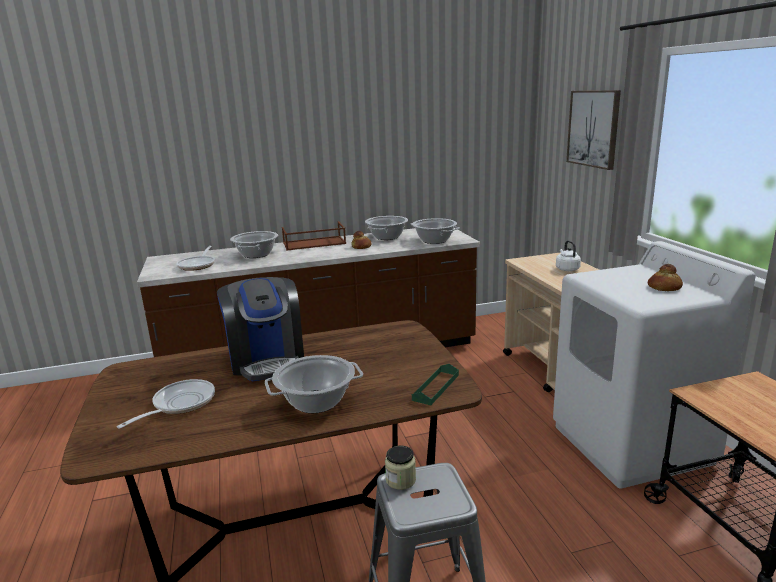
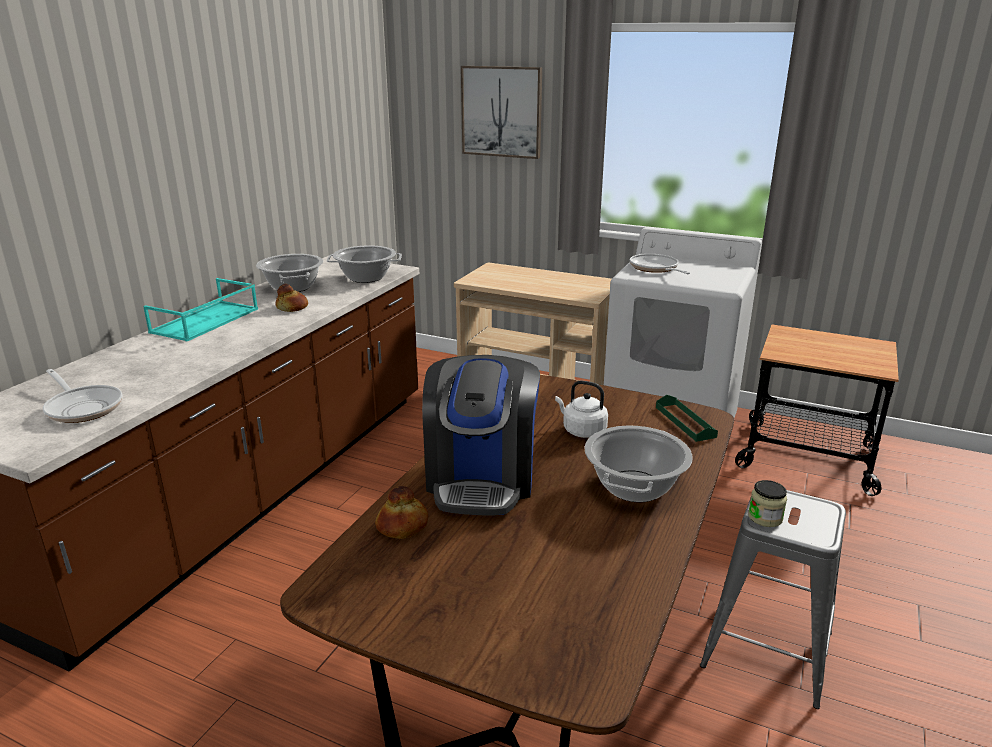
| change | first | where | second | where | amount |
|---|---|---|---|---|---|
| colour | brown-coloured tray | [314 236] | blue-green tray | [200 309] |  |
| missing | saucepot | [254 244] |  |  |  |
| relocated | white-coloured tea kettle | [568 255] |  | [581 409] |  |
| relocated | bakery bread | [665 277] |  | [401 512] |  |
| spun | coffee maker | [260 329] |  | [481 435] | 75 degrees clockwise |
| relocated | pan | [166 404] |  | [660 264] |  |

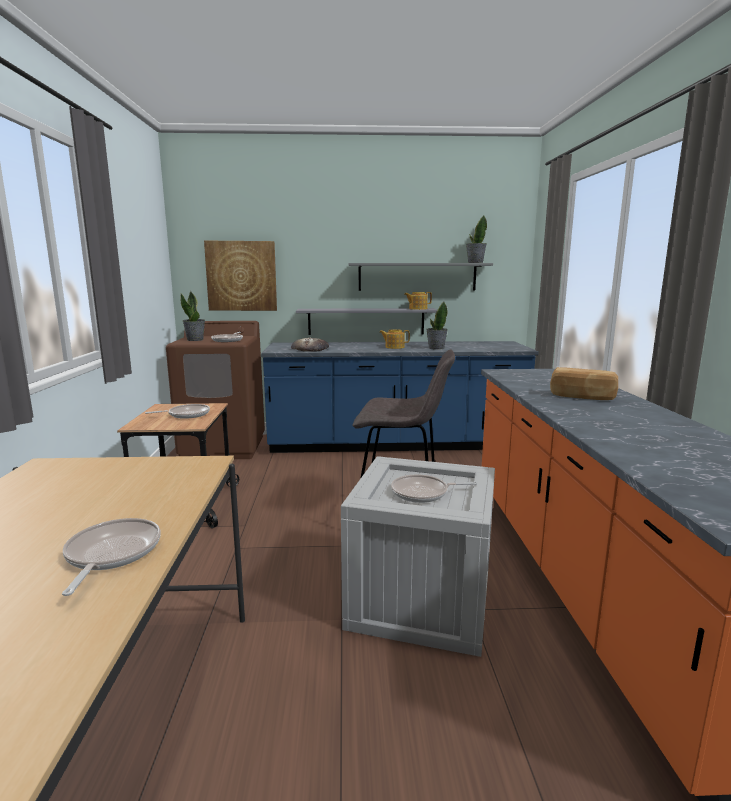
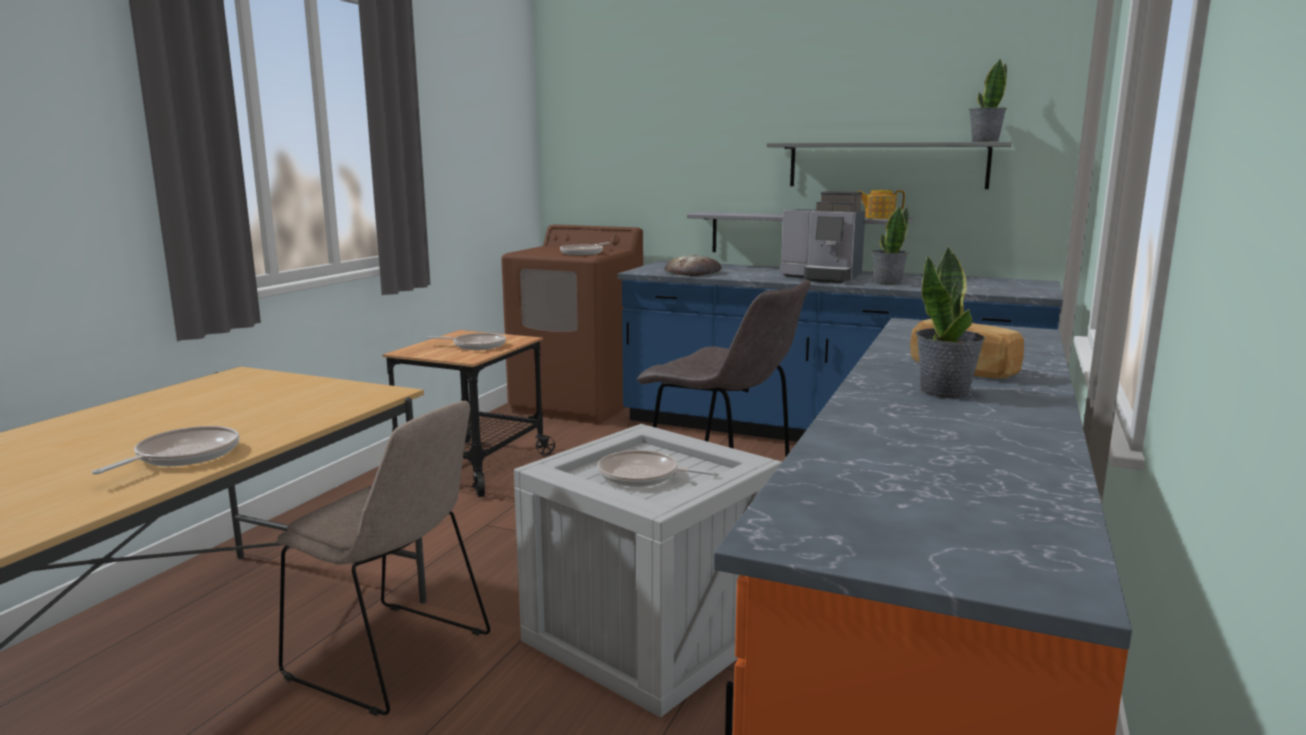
| change | first | where | second | where | amount |
|---|---|---|---|---|---|
| missing | picture | [240 276] |  |  |  |
| relocated | houseplant | [192 316] |  | [950 323] |  |
| exchanged | pot for tea | [394 339] | coffee maker | [823 237] |  |
| appeared |  |  | sand-coloured upright chair | [383 558] |  |

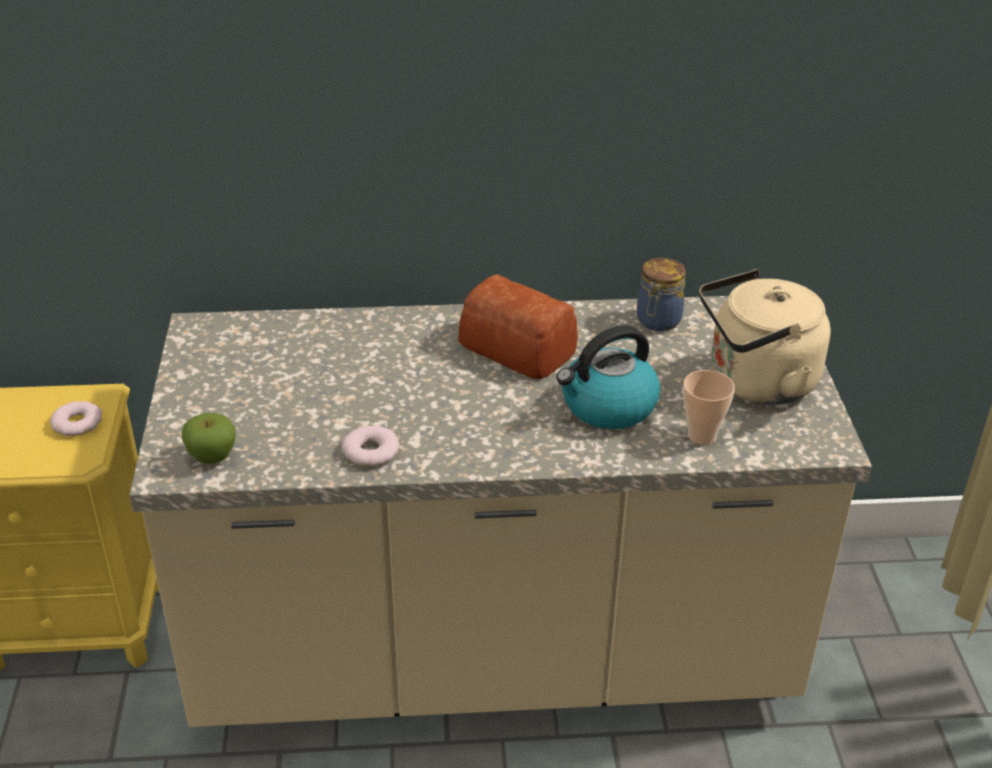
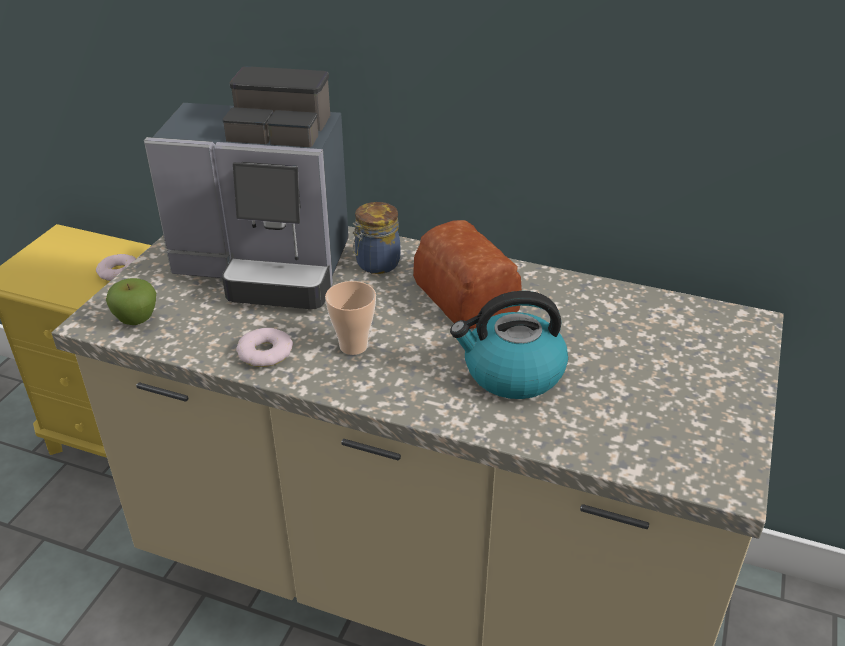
| change | first | where | second | where | amount |
|---|---|---|---|---|---|
| relocated | jar | [661 294] |  | [376 238] |  |
| missing | sand-coloured tea kettle | [765 337] |  |  |  |
| relocated | small cup | [709 407] |  | [350 318] |  |
| appeared |  |  | coffee maker | [246 187] |  |

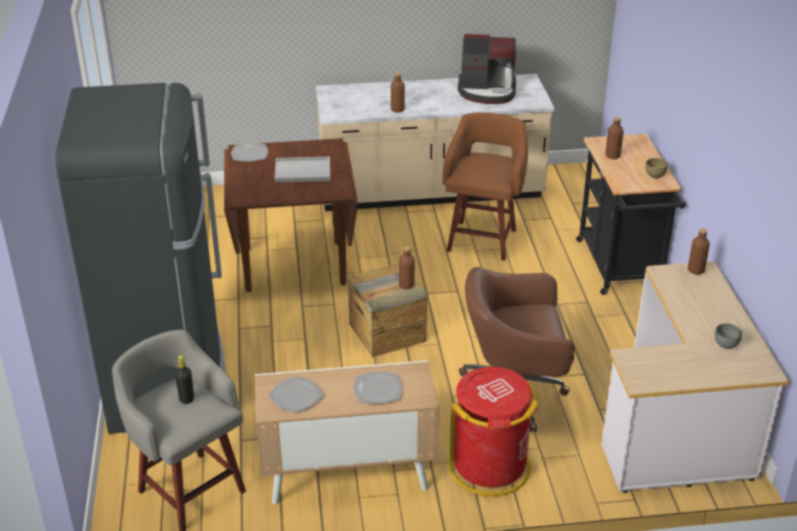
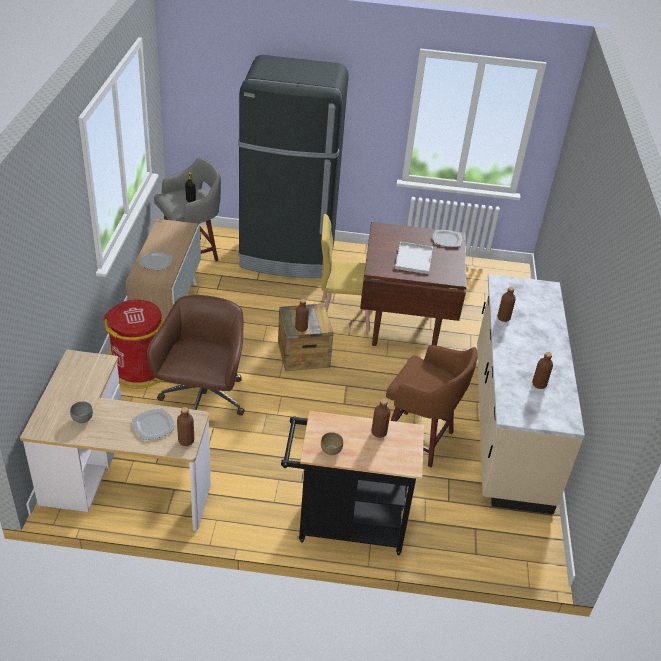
| change | first | where | second | where | amount |
|---|---|---|---|---|---|
| exchanged | coffee maker | [487 69] | brown-coloured beverage bottle | [542 370] |  |
| relocated | flat dish | [296 394] |  | [153 424] |  |
| appeared |  |  | yellow-coloured upright chair | [350 273] |  |

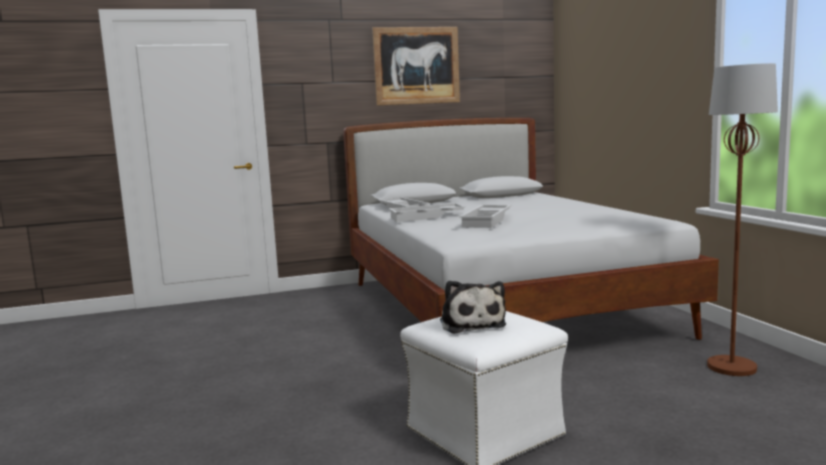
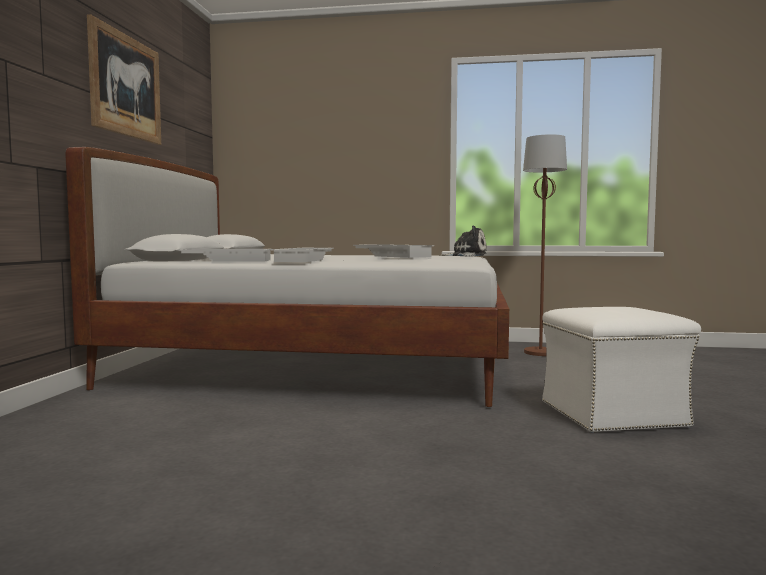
| change | first | where | second | where | amount |
|---|---|---|---|---|---|
| relocated | cuddly toy | [473 307] |  | [463 241] |  |

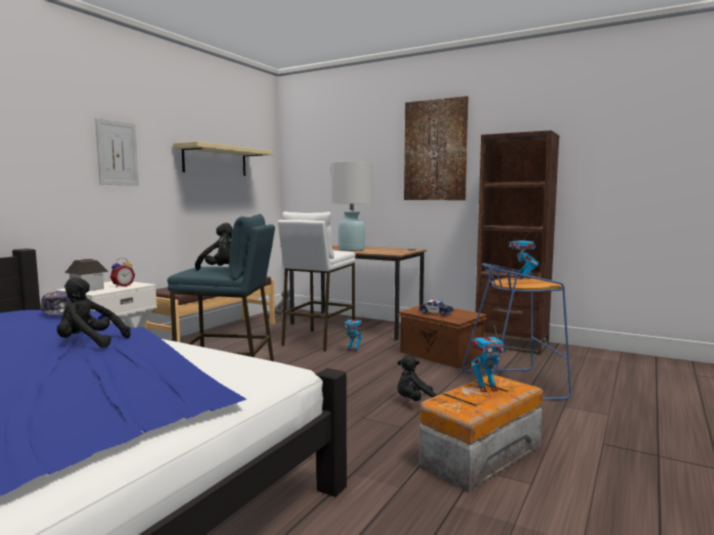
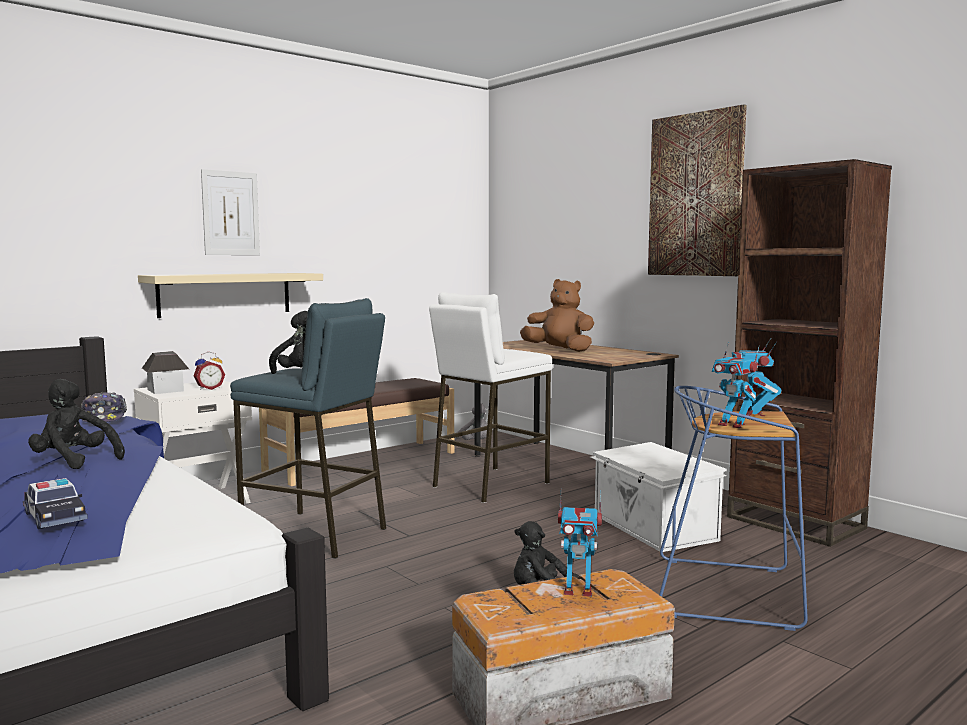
| change | first | where | second | where | amount |
|---|---|---|---|---|---|
| relocated | sand-coloured shelf | [223 158] |  | [230 295] |  |
| exchanged | white-coloured tabletop lamp | [352 206] | brown-coloured cuddly toy | [557 315] |  |
| relocated | miniature car | [436 307] |  | [55 503] |  |
| colour | brown-coloured storage bin | [442 337] | white-coloured storage bin | [658 497] |  |
| relocated | model robot | [353 334] |  | [736 385] |  |

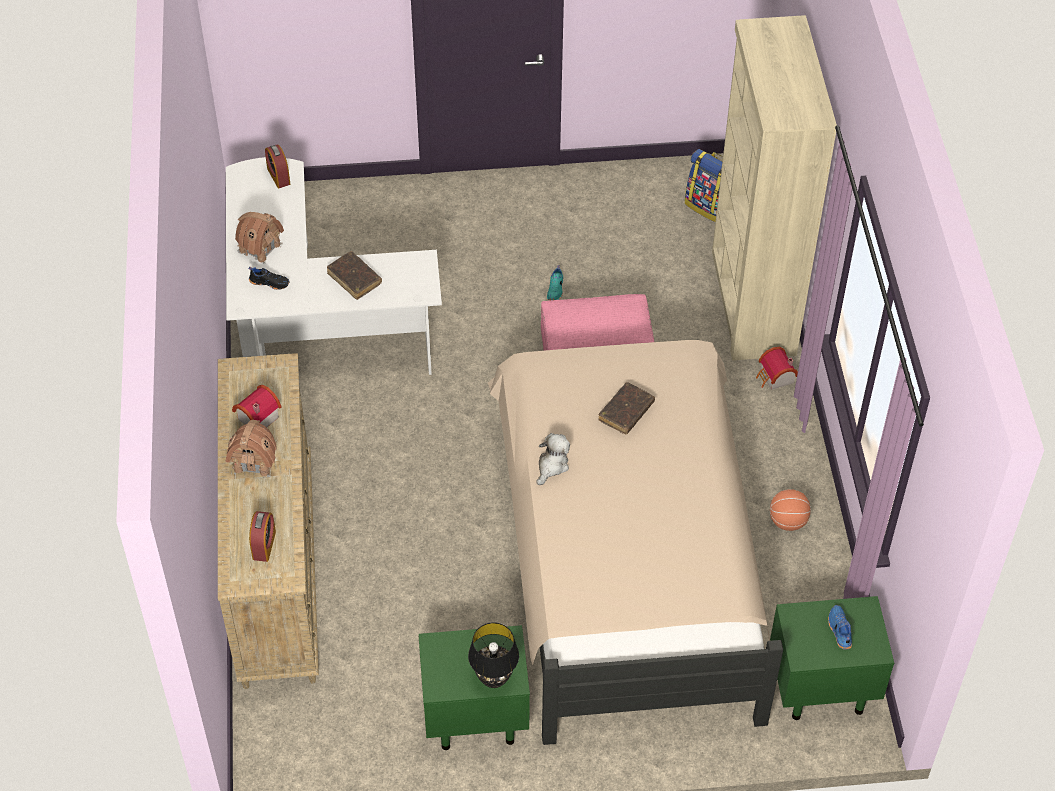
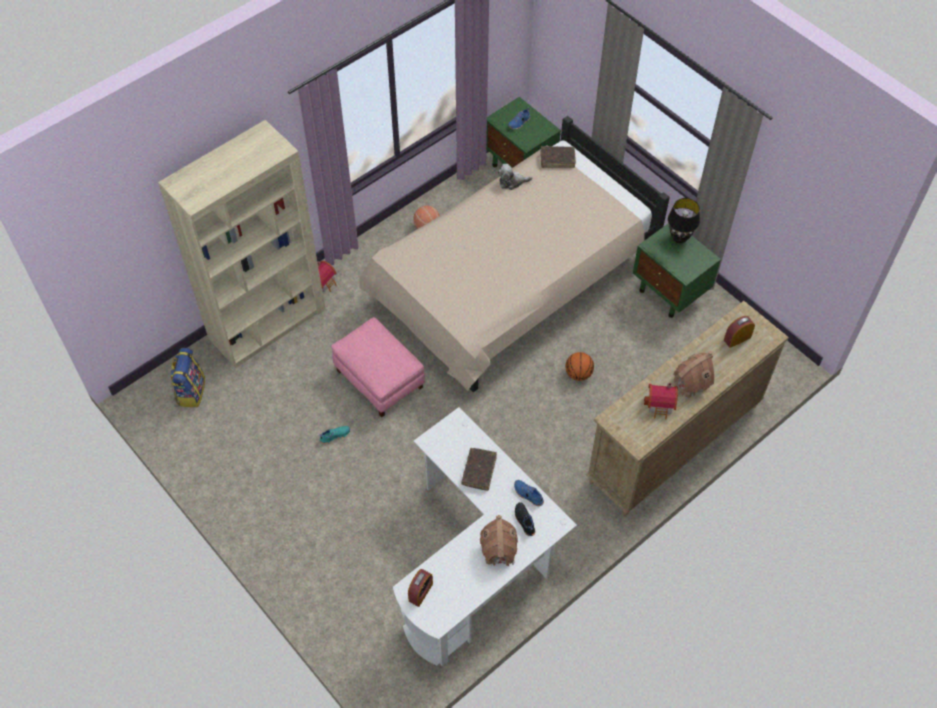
| change | first | where | second | where | amount |
|---|---|---|---|---|---|
| relocated | brown-coloured volume | [626 408] |  | [558 157] |  |
| relocated | cuddly toy | [553 459] |  | [515 177] |  |
| appeared |  |  | basketball | [579 366] |  |
| appeared |  |  | blue shoe | [529 493] |  |

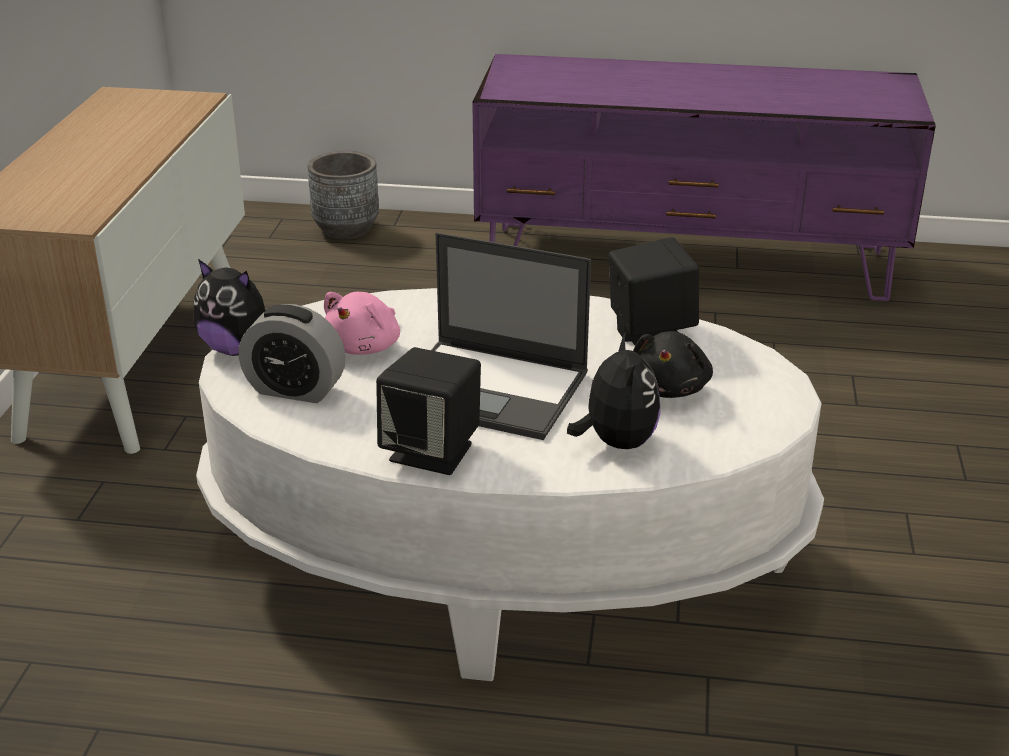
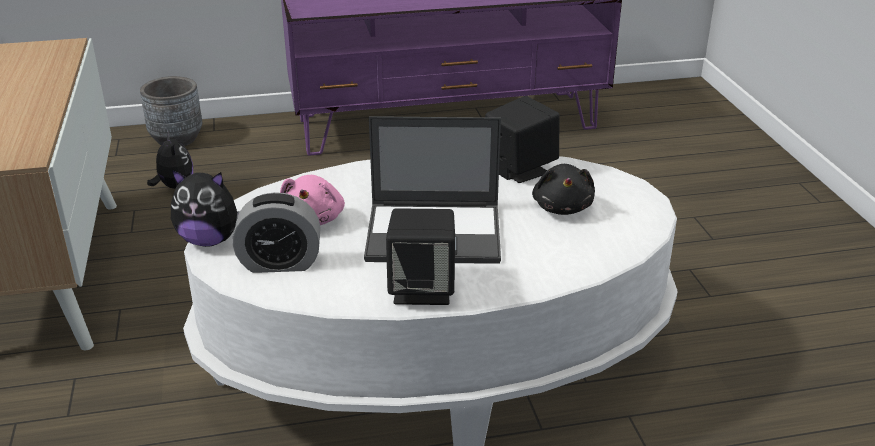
| change | first | where | second | where | amount |
|---|---|---|---|---|---|
| relocated | cuddly toy | [613 390] |  | [170 160] |  |

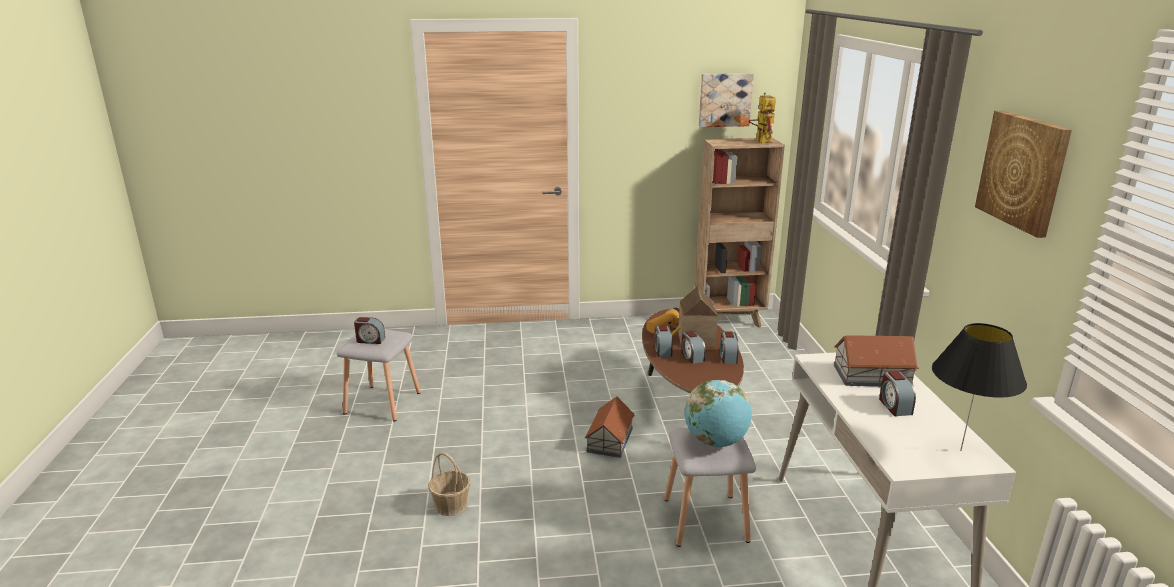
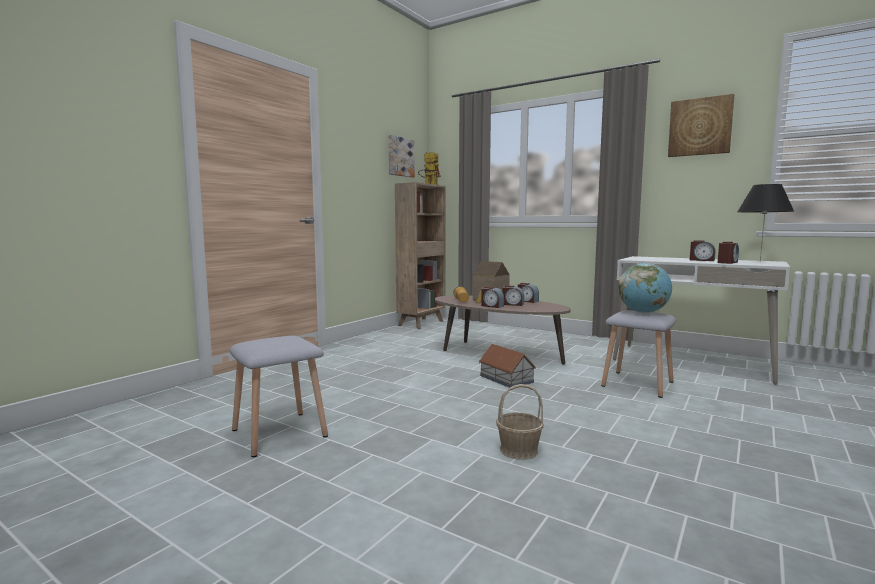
| change | first | where | second | where | amount |
|---|---|---|---|---|---|
| relocated | bedside clock | [369 330] |  | [728 253] |  |
| missing | miniature house | [876 360] |  |  |  |

